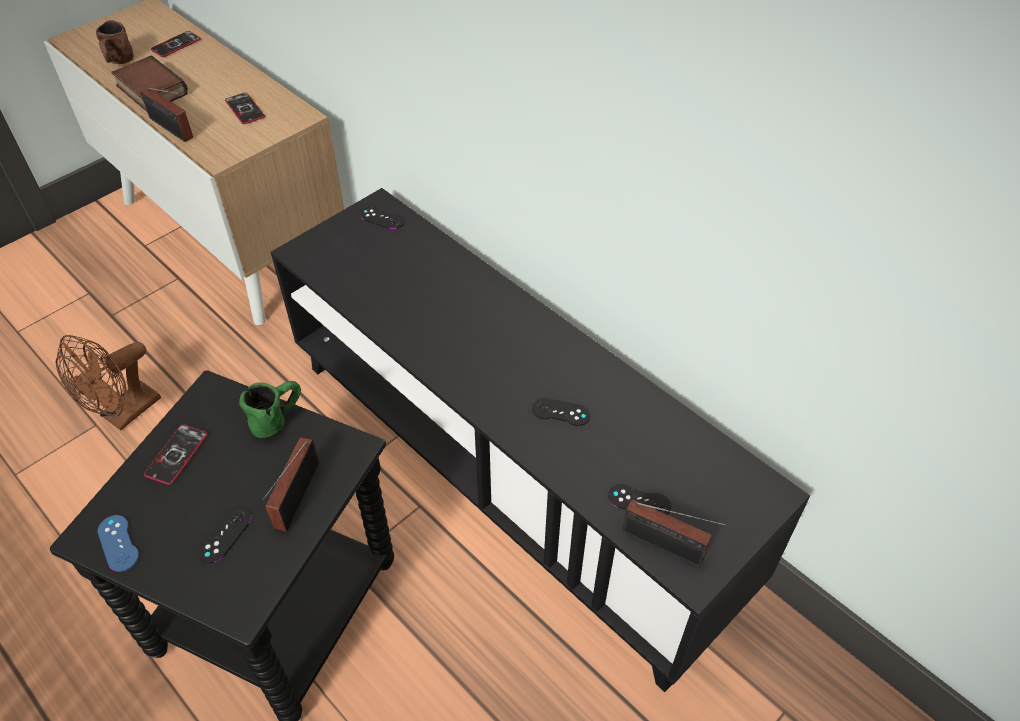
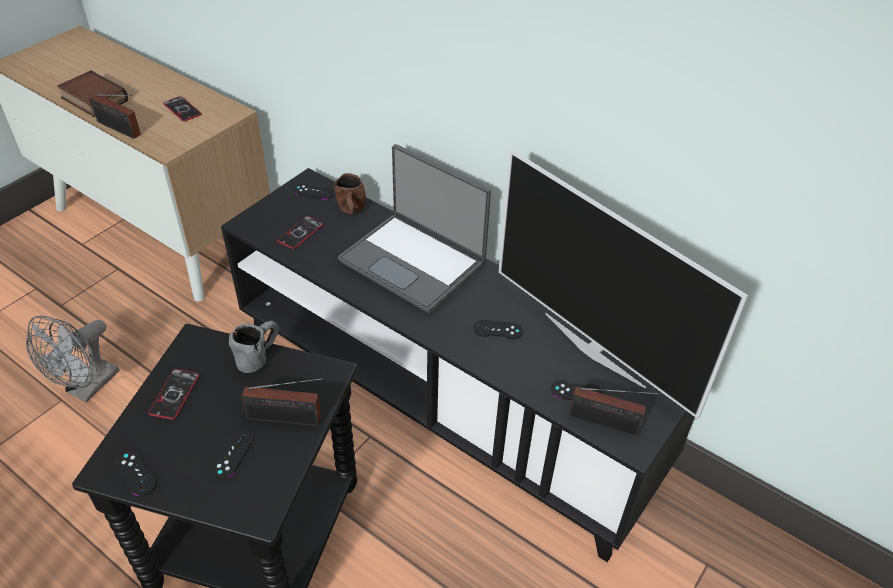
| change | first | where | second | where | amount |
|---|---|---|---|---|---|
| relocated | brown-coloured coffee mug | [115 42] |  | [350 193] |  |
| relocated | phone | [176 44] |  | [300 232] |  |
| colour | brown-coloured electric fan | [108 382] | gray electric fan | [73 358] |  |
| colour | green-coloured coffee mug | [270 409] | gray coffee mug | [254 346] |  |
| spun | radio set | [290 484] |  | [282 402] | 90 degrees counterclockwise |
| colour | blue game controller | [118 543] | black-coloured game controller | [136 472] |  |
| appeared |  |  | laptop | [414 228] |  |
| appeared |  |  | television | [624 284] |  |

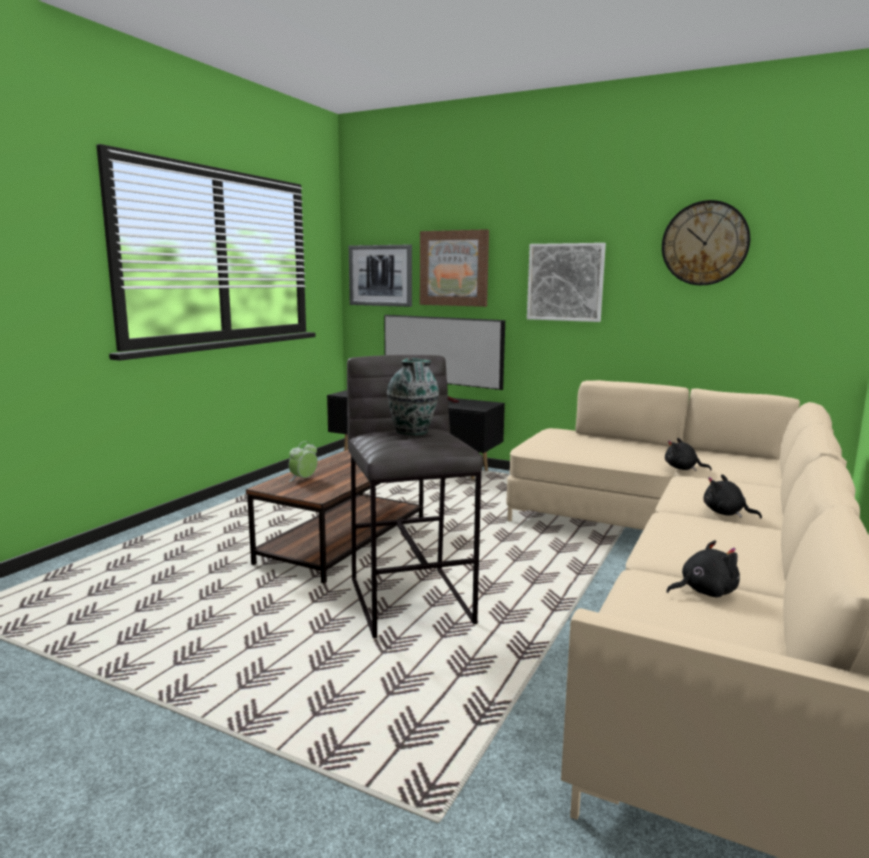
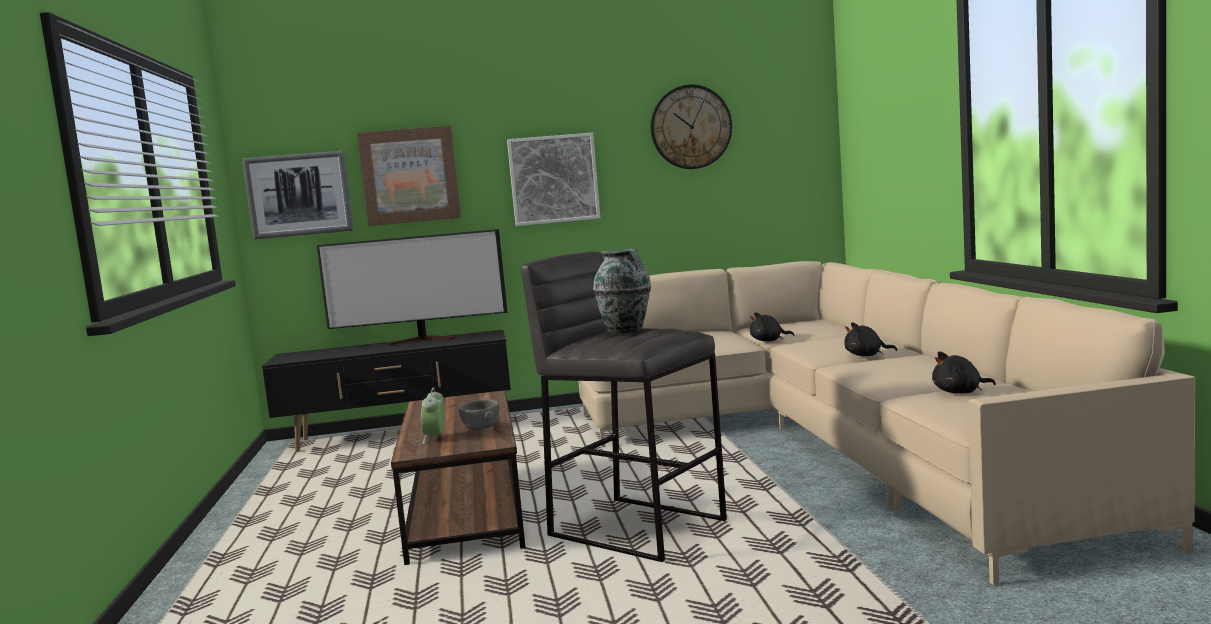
| change | first | where | second | where | amount |
|---|---|---|---|---|---|
| spun | black-coloured cuddly toy | [703 568] |  | [964 372] | 135 degrees counterclockwise |
| appeared |  |  | gray deep dish | [479 414] |  |

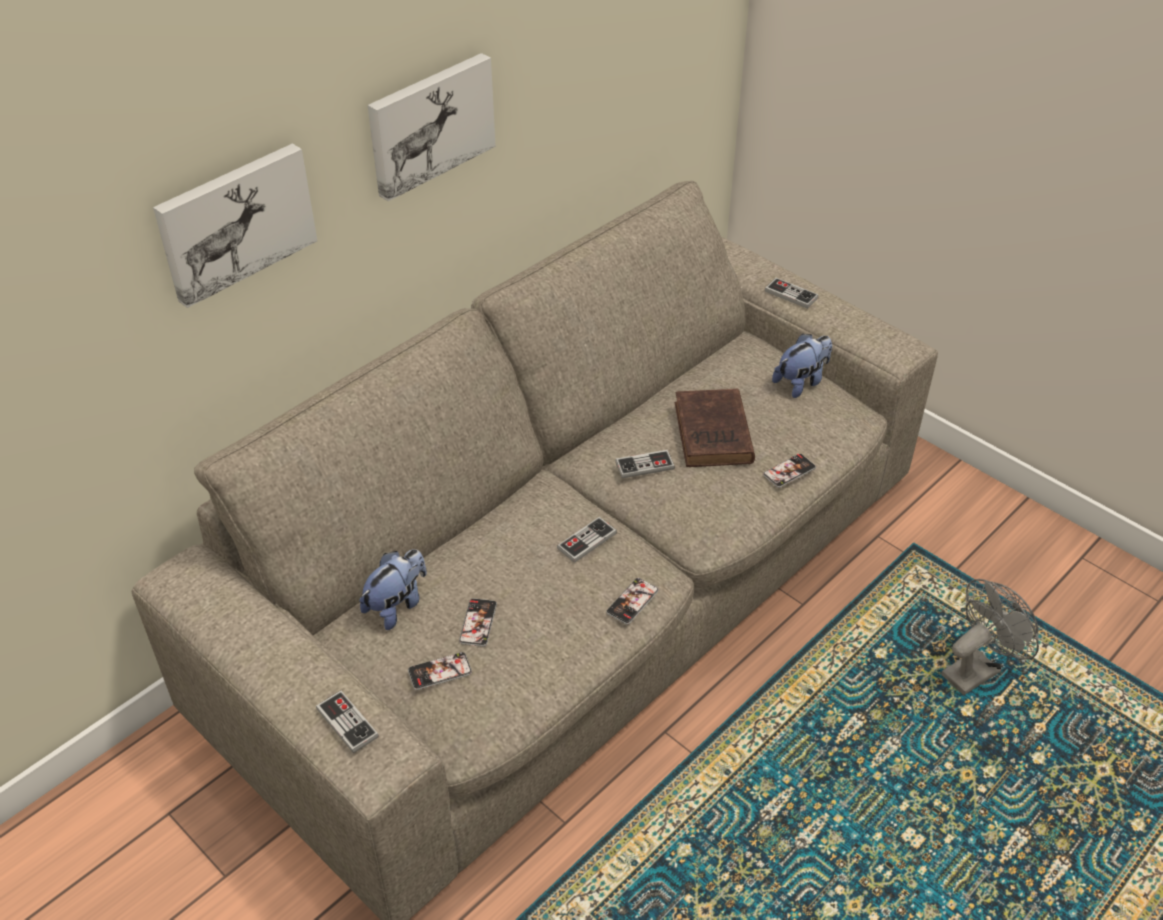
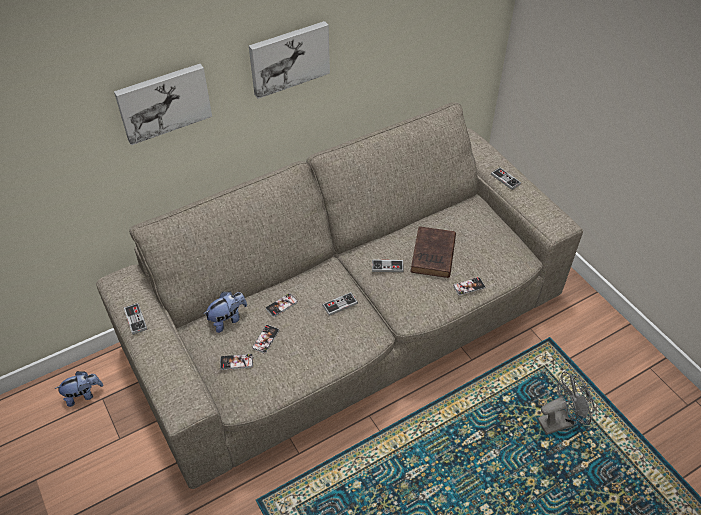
| change | first | where | second | where | amount |
|---|---|---|---|---|---|
| relocated | cuddly toy | [802 365] |  | [78 389] |  |
| relocated | phone | [632 601] |  | [282 305] |  |
| relocated | game controller | [347 722] |  | [135 319] |  |

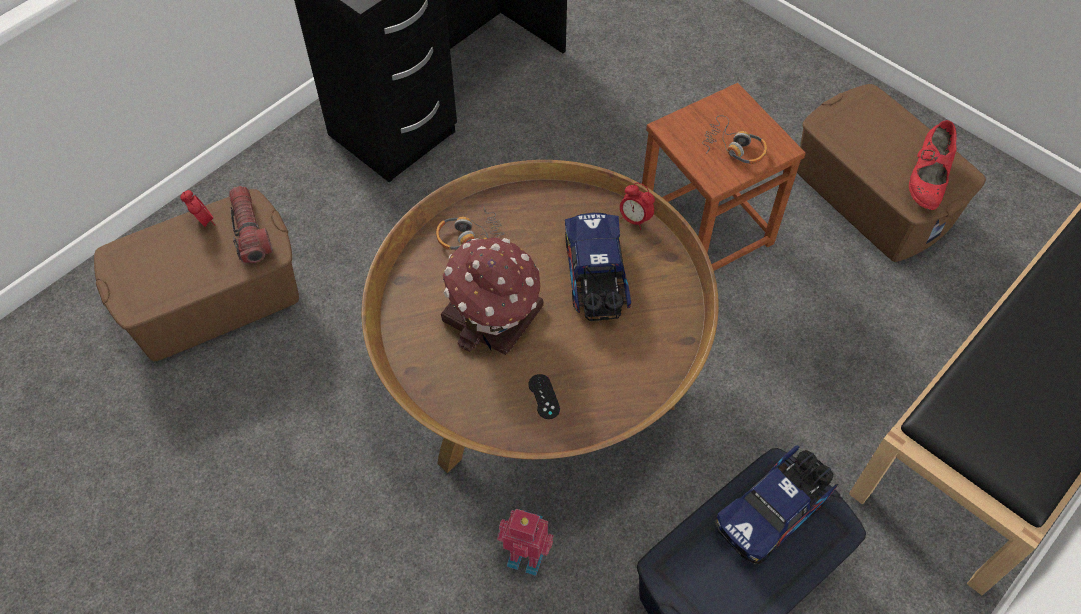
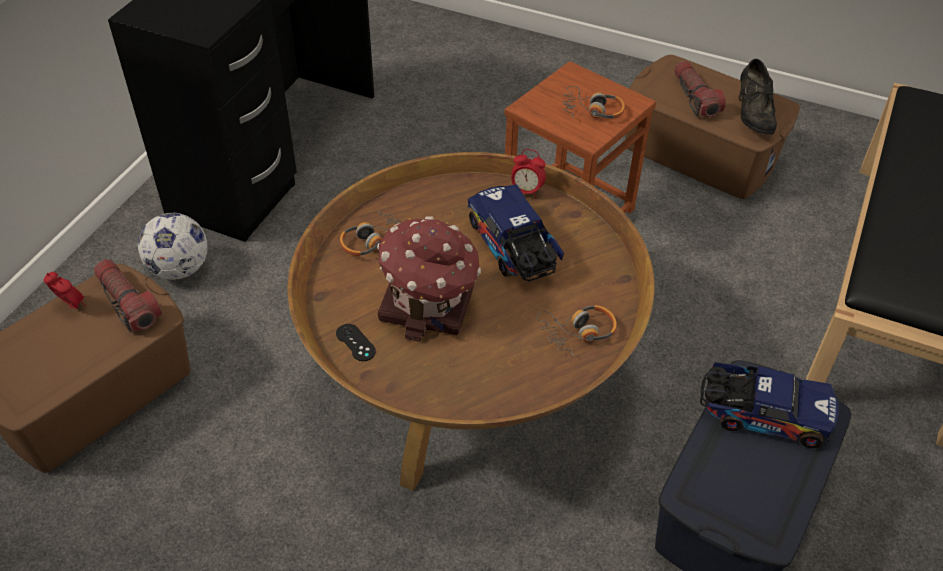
| change | first | where | second | where | amount |
|---|---|---|---|---|---|
| colour | red-coloured shoe | [933 165] | black-coloured shoe | [758 97] |  |
| relocated | black-coloured game controller | [544 396] |  | [356 342] |  |
| spun | model truck | [776 505] |  | [769 405] | 105 degrees counterclockwise |
| missing | model robot | [525 542] |  |  |  |
| appeared |  |  | hand torch | [700 89] |  |
| appeared |  |  | football ball | [173 246] |  |
| appeared |  |  | headphones | [577 330] |  |

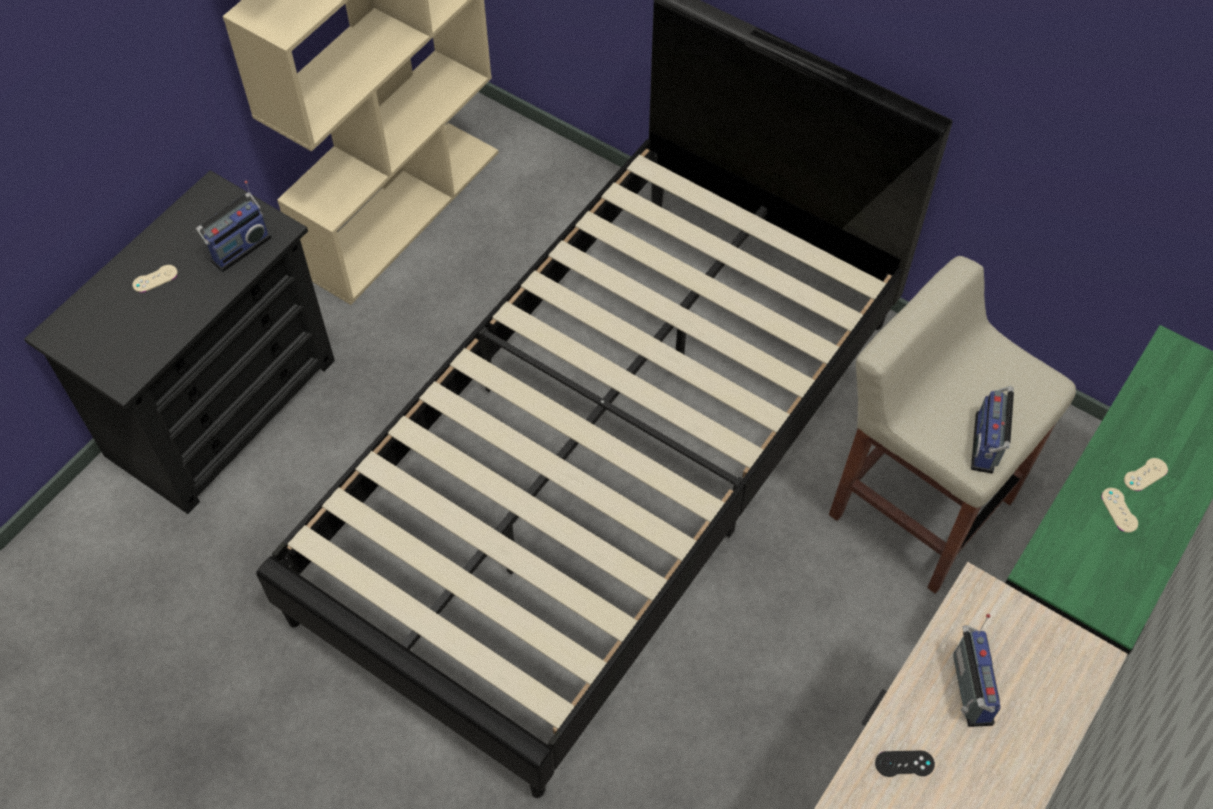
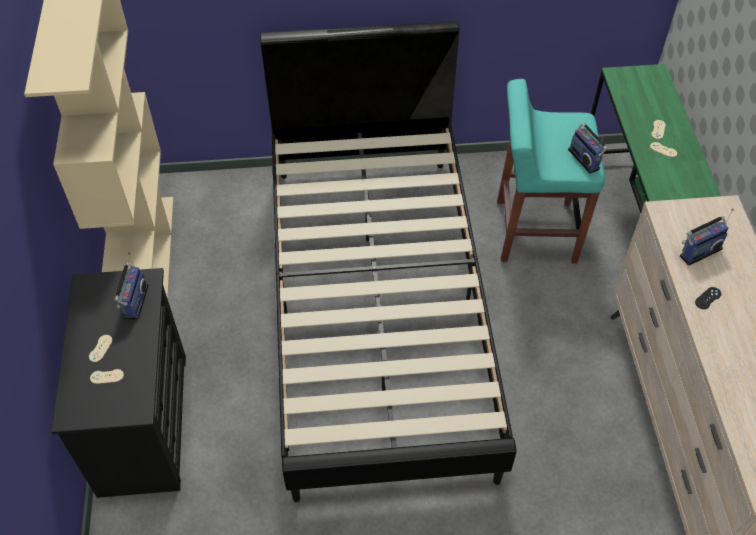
| change | first | where | second | where | amount |
|---|---|---|---|---|---|
| colour | sand-coloured sitting stool | [952 425] | blue-green sitting stool | [551 171] |  |
| spun | radio set | [977 670] |  | [707 237] | 105 degrees clockwise |
| appeared |  |  | sand-coloured game controller | [107 376] |  |

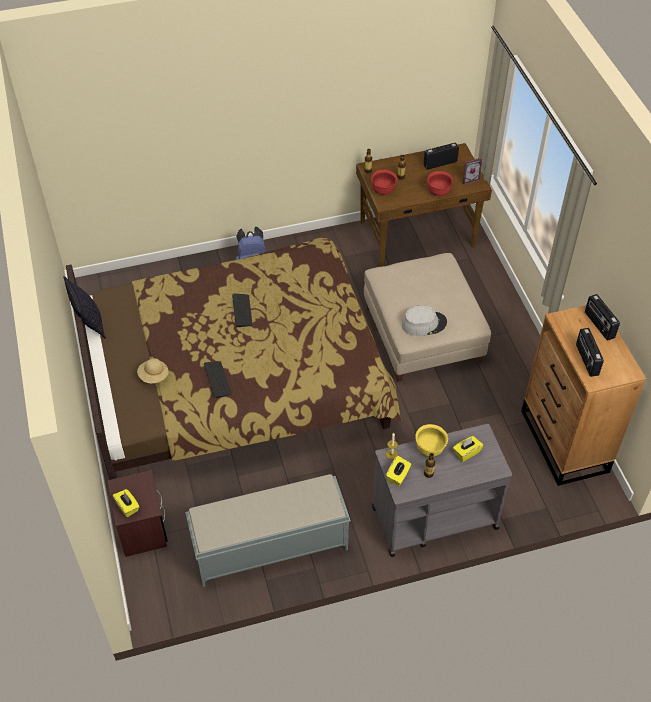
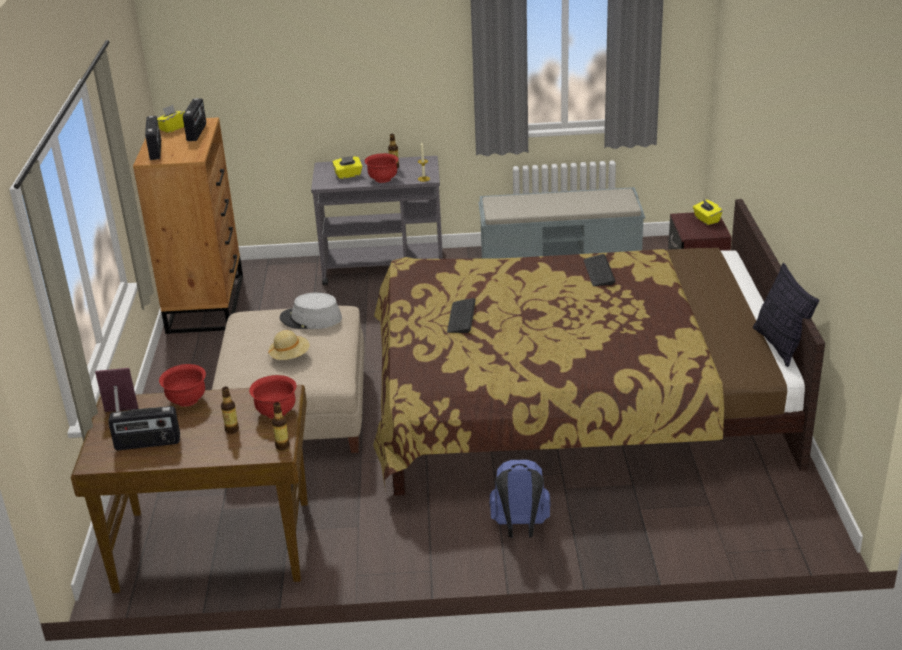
| change | first | where | second | where | amount |
|---|---|---|---|---|---|
| relocated | PC keyboard | [242 310] |  | [461 315] |  |
| relocated | sand-coloured hat | [153 370] |  | [289 345] |  |
| colour | yellow-coloured deep dish | [431 440] | red-coloured deep dish | [381 168] |  |
| relocated | yellow-coloured box of tissues | [398 471] |  | [171 119] |  |

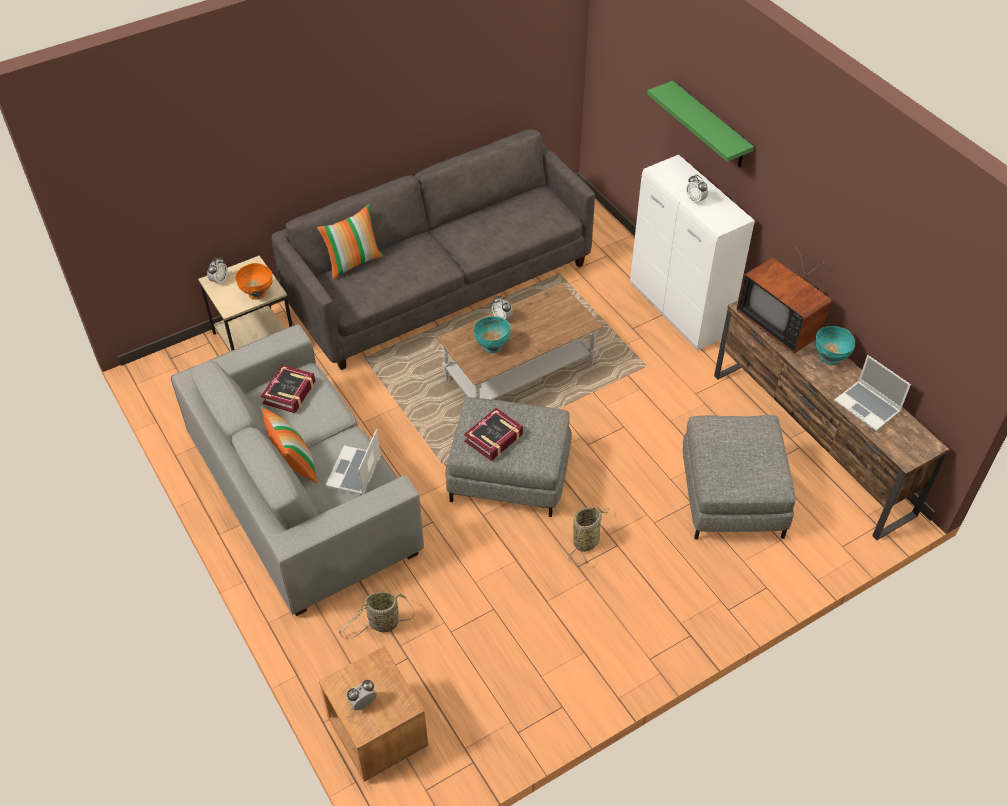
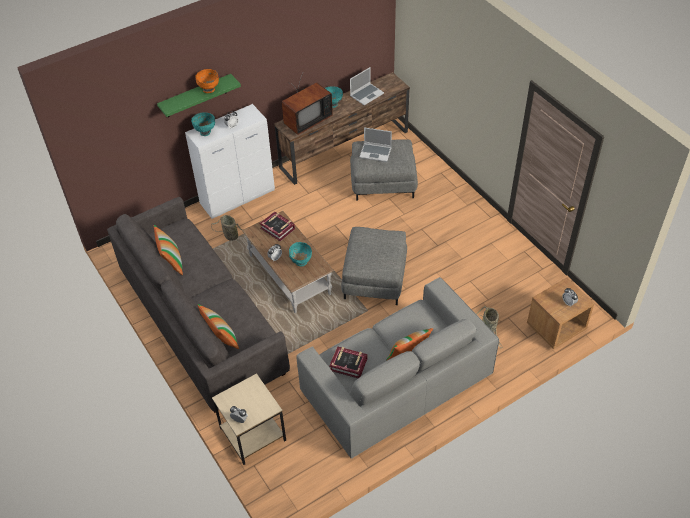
| change | first | where | second | where | amount |
|---|---|---|---|---|---|
| relocated | orange-coloured deep dish | [254 281] |  | [207 81] |  |
| relocated | volume | [493 434] |  | [277 226] |  |
| relocated | laptop | [353 462] |  | [376 144] |  |
| relocated | household basket | [588 535] |  | [228 229] |  |
| appeared |  |  | blue-green deep dish | [203 124] |  |
| appeared |  |  | pillow | [168 250] |  |

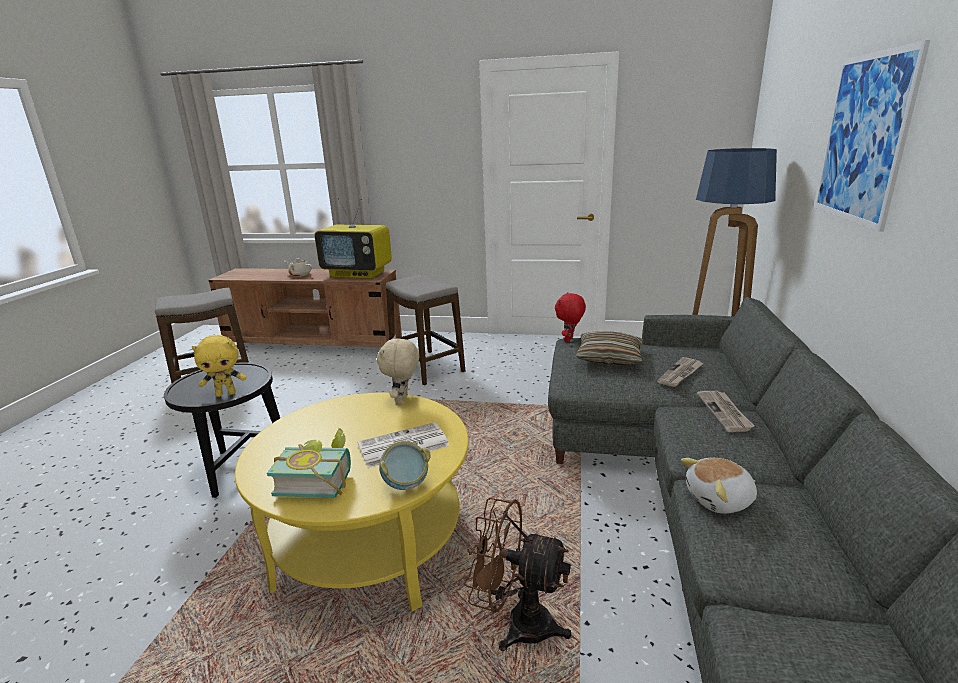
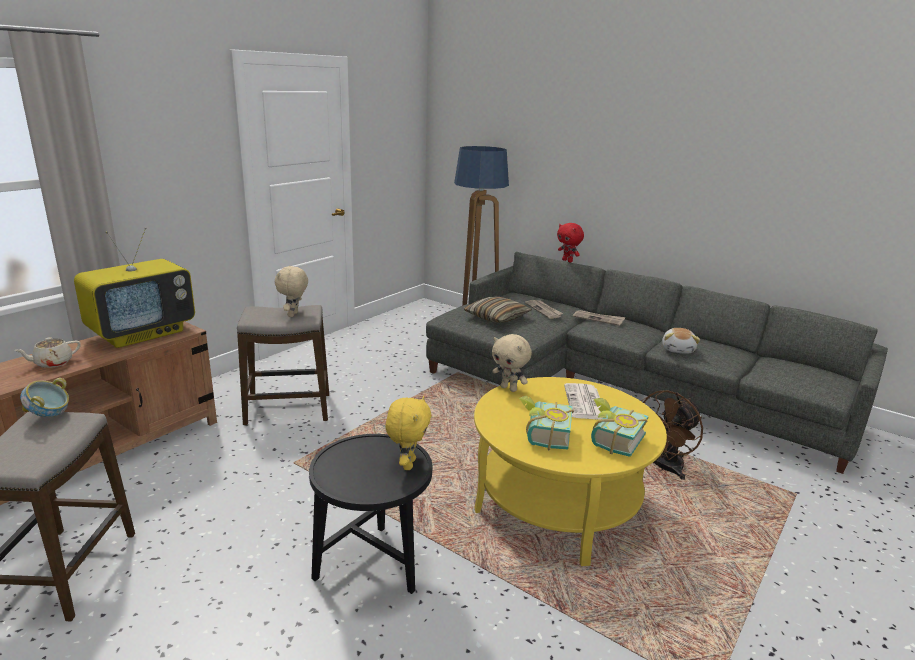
| change | first | where | second | where | amount |
|---|---|---|---|---|---|
| missing | picture | [872 136] |  |  |  |
| relocated | red-coloured cuddly toy | [570 317] |  | [570 242] |  |
| relocated | deep dish | [405 465] |  | [44 397] |  |
| appeared |  |  | sand-coloured cuddly toy | [291 291] |  |
| appeared |  |  | volume | [546 423] |  |

